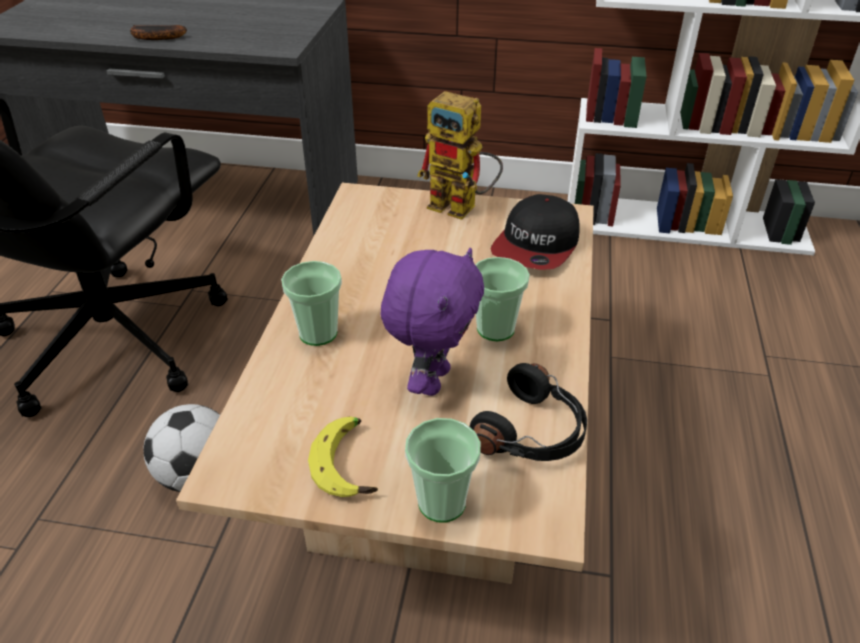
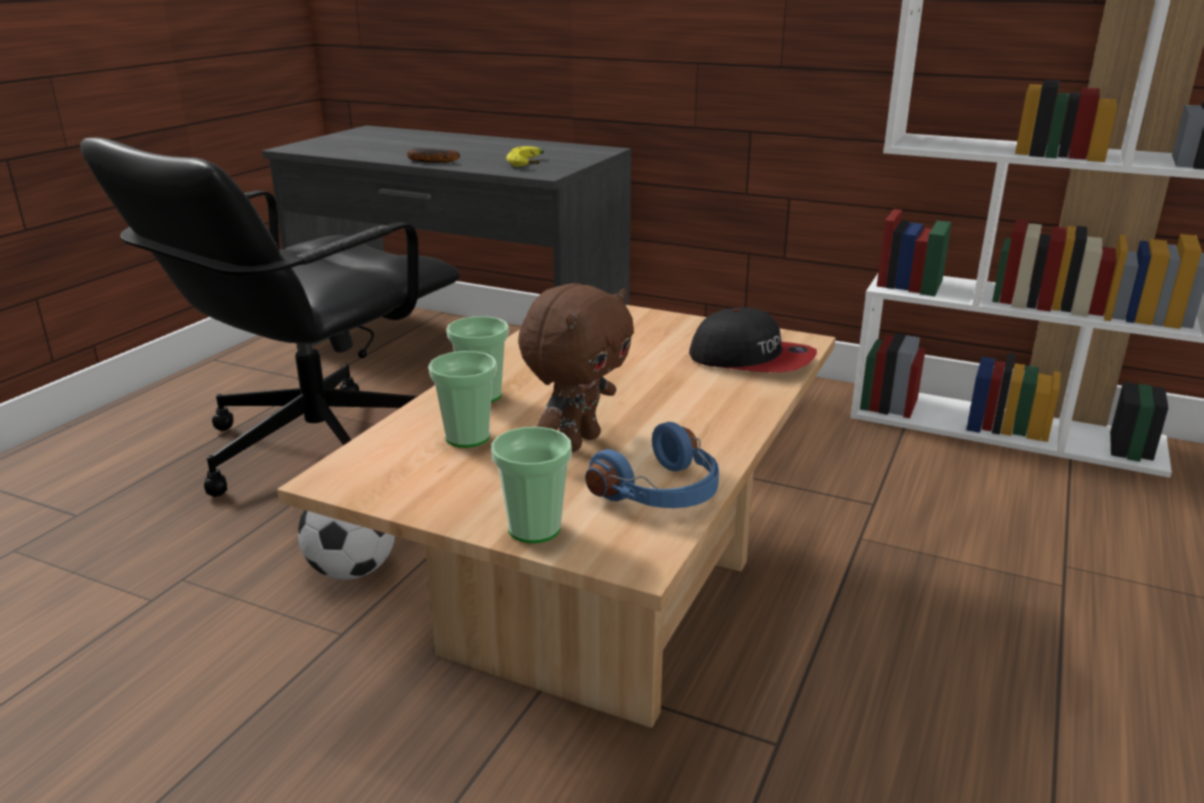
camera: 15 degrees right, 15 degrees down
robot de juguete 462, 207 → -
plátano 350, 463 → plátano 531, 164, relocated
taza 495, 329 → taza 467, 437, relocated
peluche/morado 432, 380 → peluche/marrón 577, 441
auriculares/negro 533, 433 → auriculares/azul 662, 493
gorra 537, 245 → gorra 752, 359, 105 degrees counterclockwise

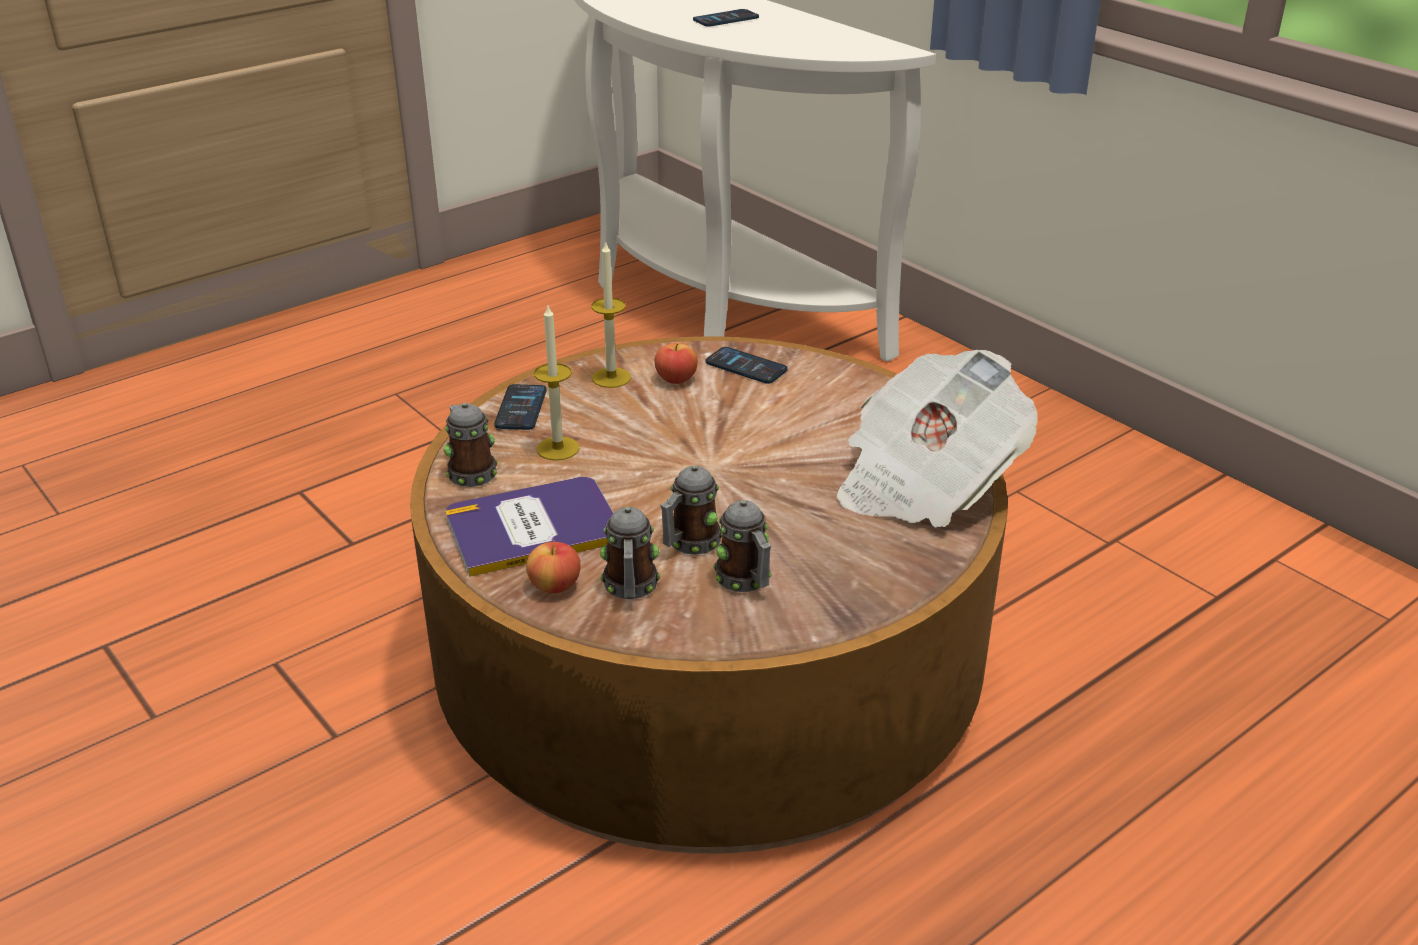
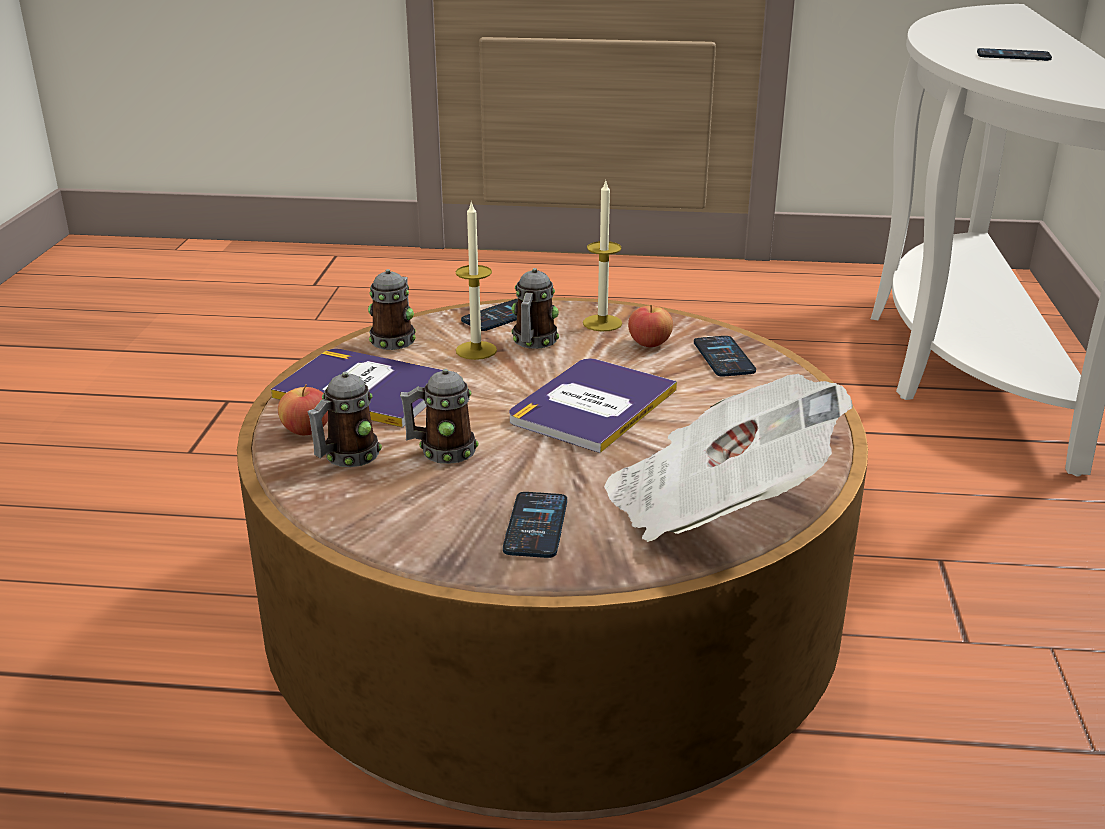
camera: 45 degrees right, 5 degrees down
- → móvil 536, 526
- → libro 592, 406
taza grande 746, 581 → taza grande 533, 343, relocated

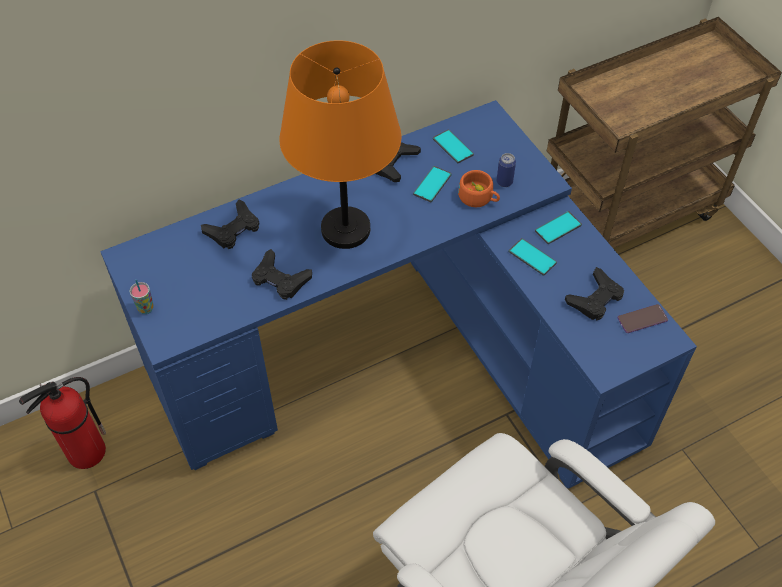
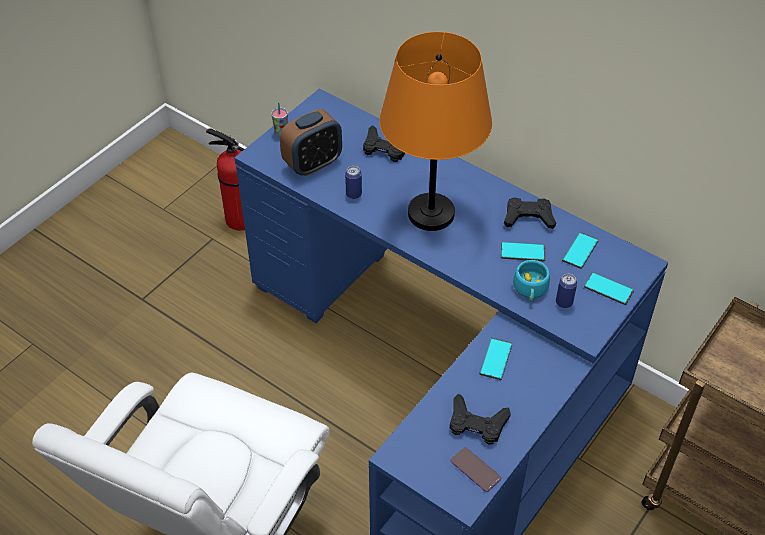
camera: 65 degrees right, 5 degrees down
- → despertador 313, 164
móvil 558, 228 → móvil 608, 289, relocated
mando de consola/negro 280, 279 → lata 353, 194
taza/naranja 479, 198 → taza/turquesa 530, 290

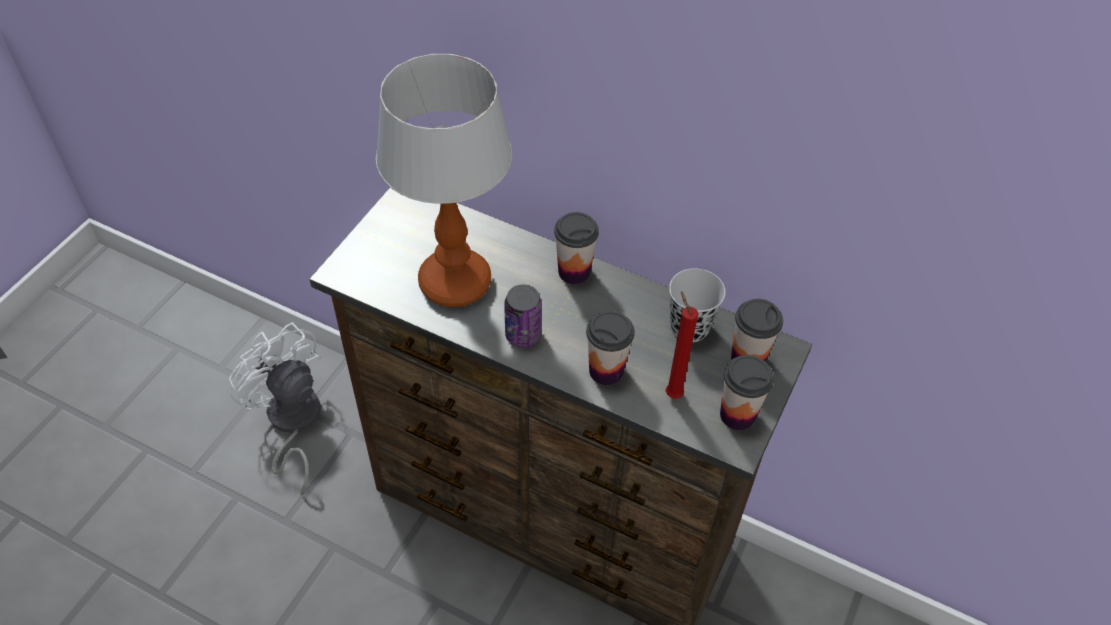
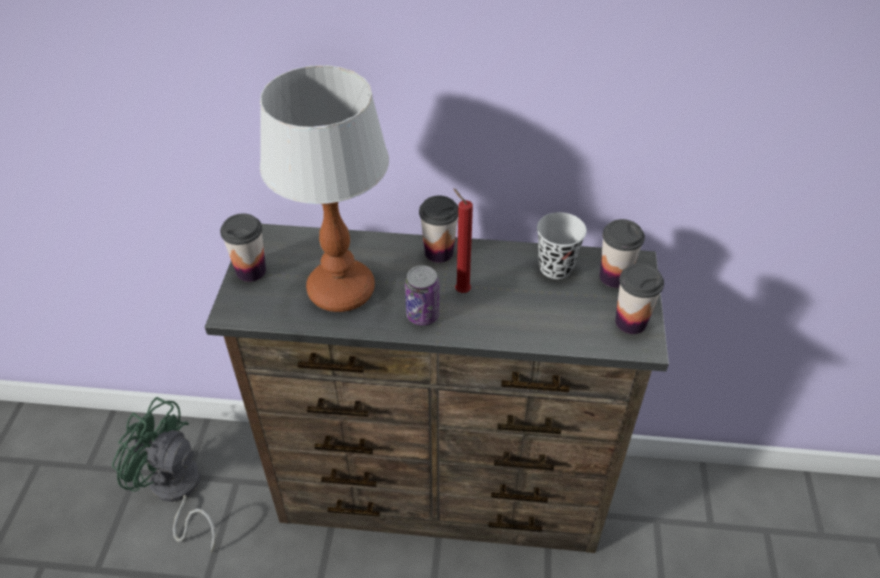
camera: 20 degrees left, 5 degrees down
taza 606, 371 → taza 251, 271, relocated
vela/rojo 672, 393 → vela/rojo 460, 290, relocated
ventilador/blanco 291, 423 → ventilador/verde 177, 492

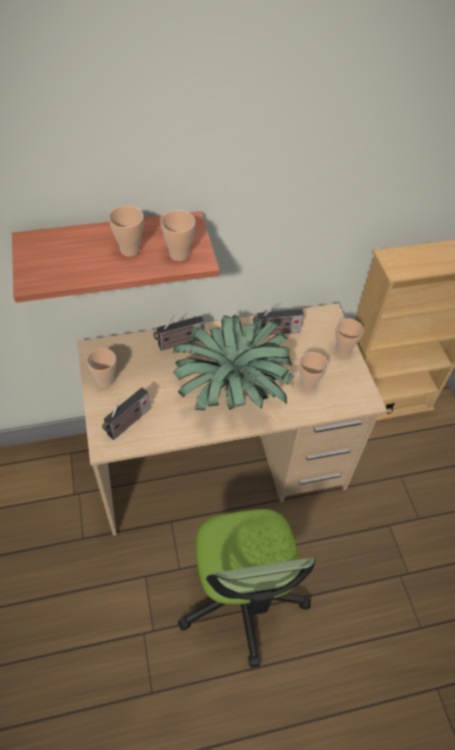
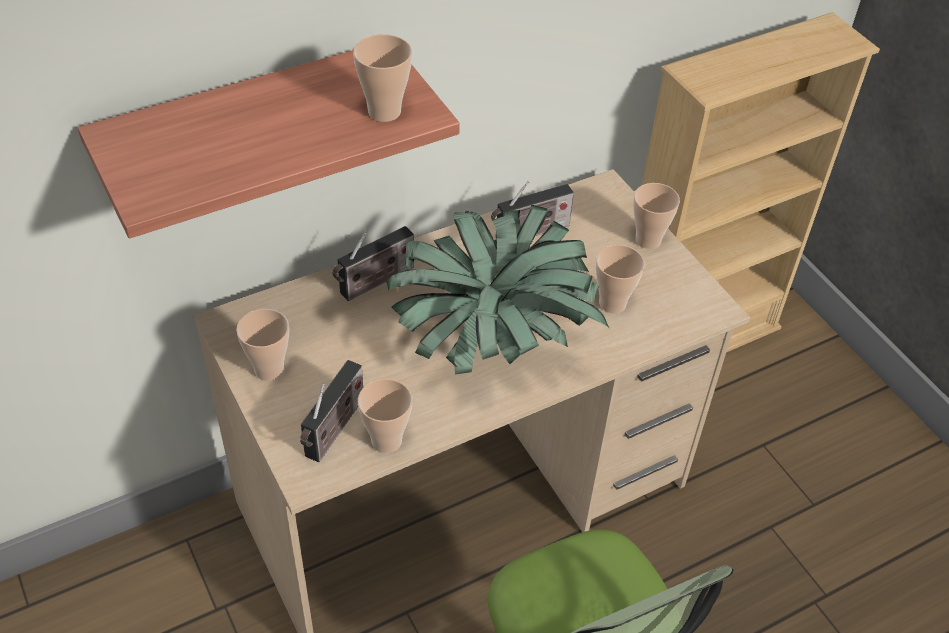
camera: 15 degrees left, 5 degrees down
taza 130, 250 → taza 386, 441, relocated

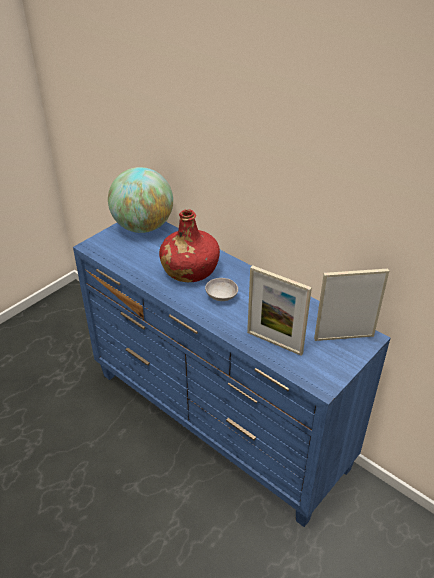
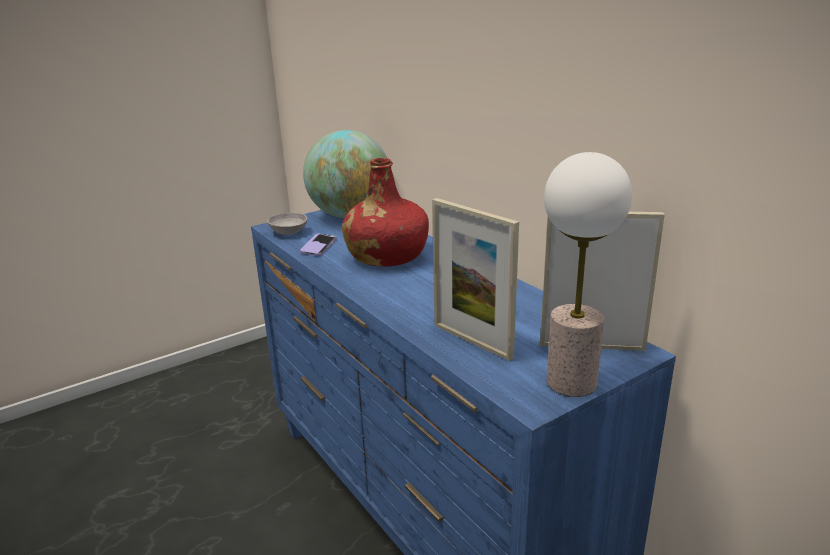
camera: 15 degrees right, 15 degrees down
- → móvil 319, 246
- → lámpara de mesa 570, 382
cuenco/gris 221, 296 → cuenco/gris 288, 232, relocated

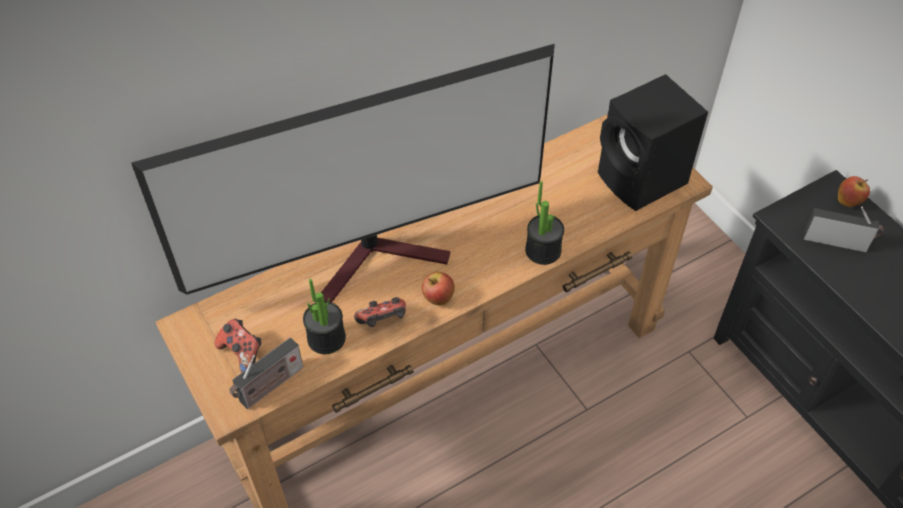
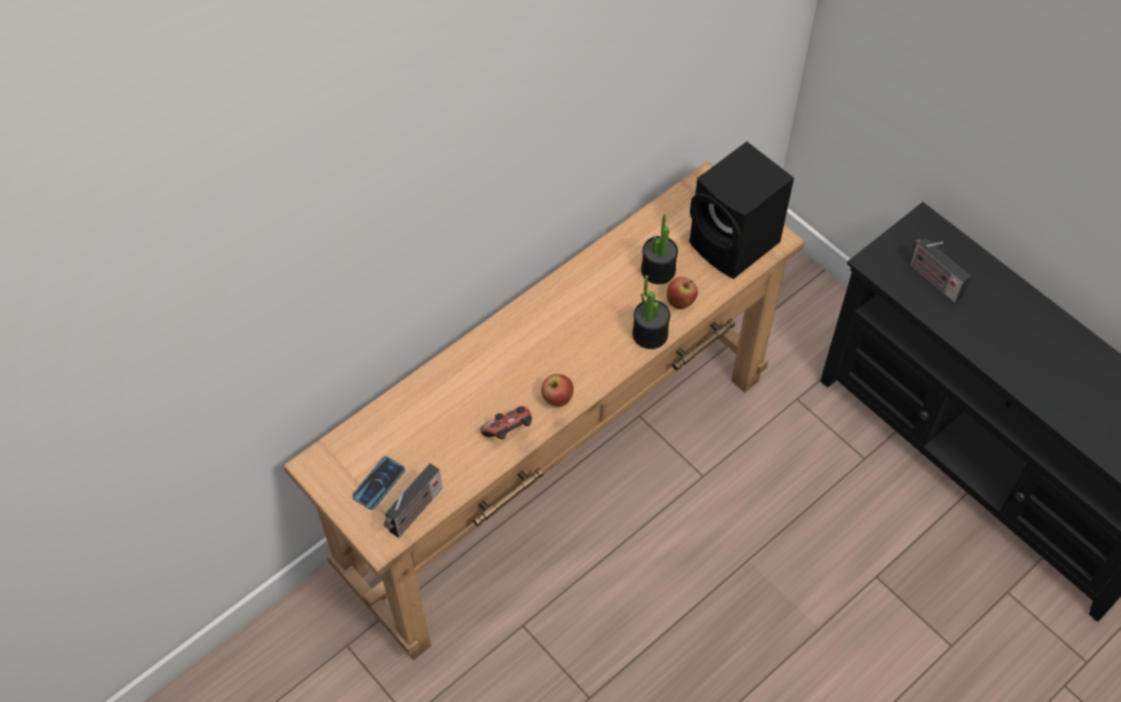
camera: 10 degrees left, 5 degrees up
televisor 381, 259 → -
planta en maceta 326, 338 → planta en maceta 658, 270, relocated
manzana 848, 201 → manzana 681, 302, relocated
mando de consola 242, 353 → móvil 379, 483
radio 838, 241 → radio 932, 279, 135 degrees counterclockwise

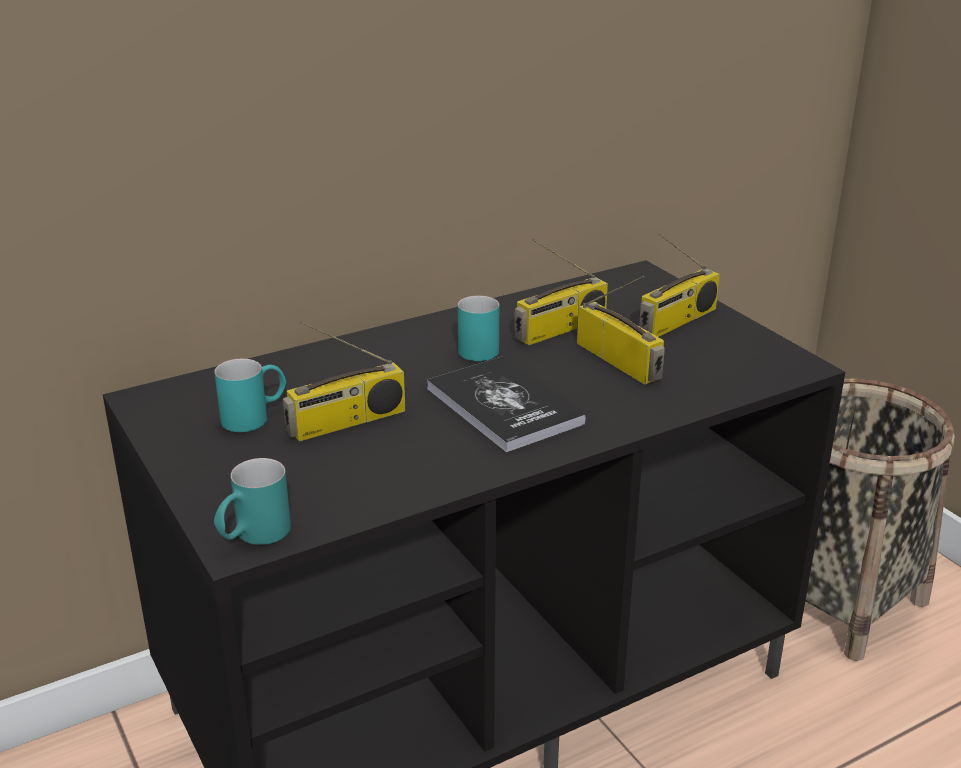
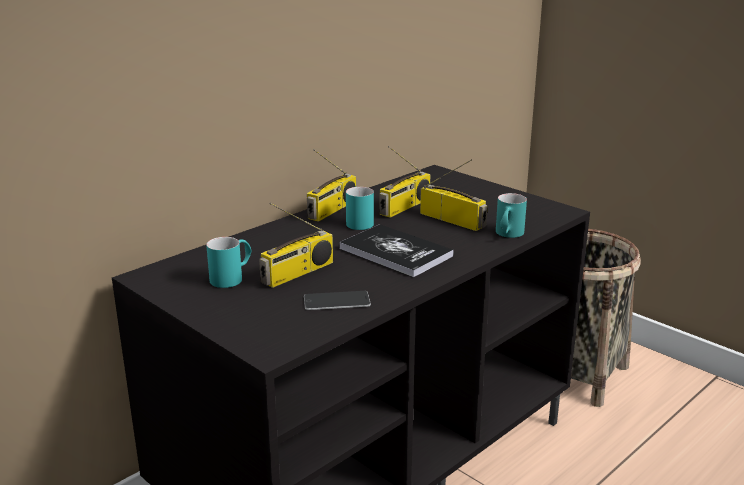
camera: 15 degrees left, 5 degrees down
- → móvil 336, 301
taza grande/turquesa 253, 536 → taza grande/turquesa 508, 235, relocated
radio 677, 321 → radio 332, 210, relocated

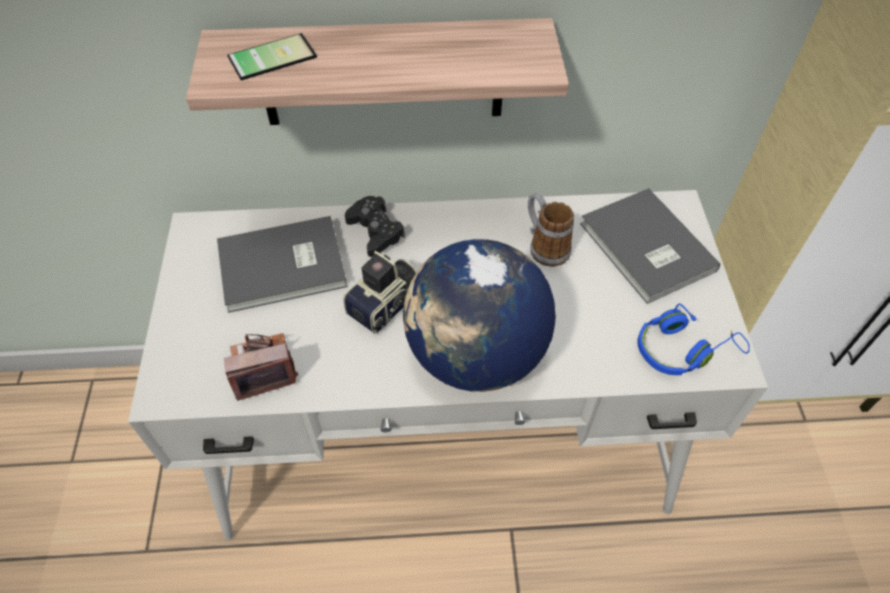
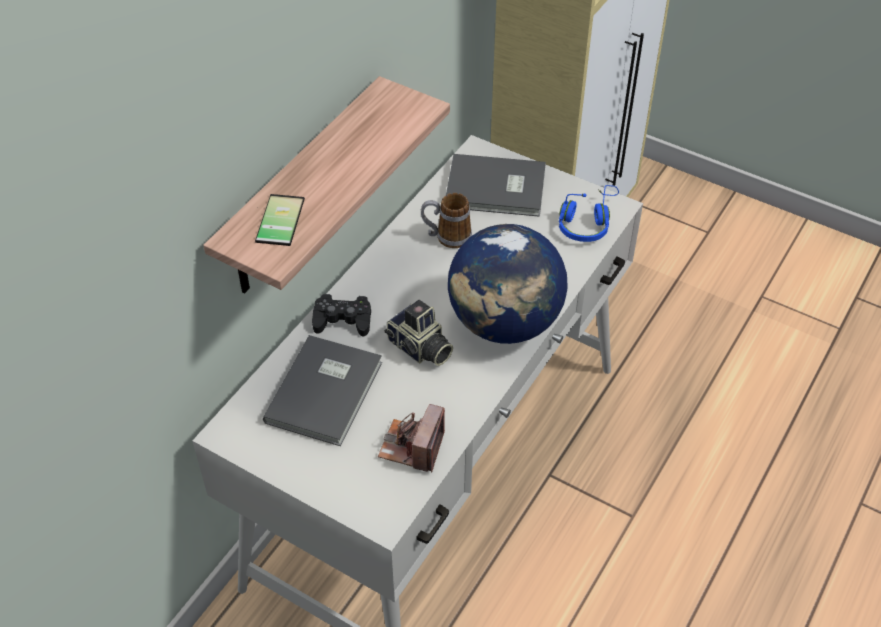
camera: 55 degrees left, 5 degrees down
cámara 386, 305 → cámara 419, 349, 150 degrees clockwise

